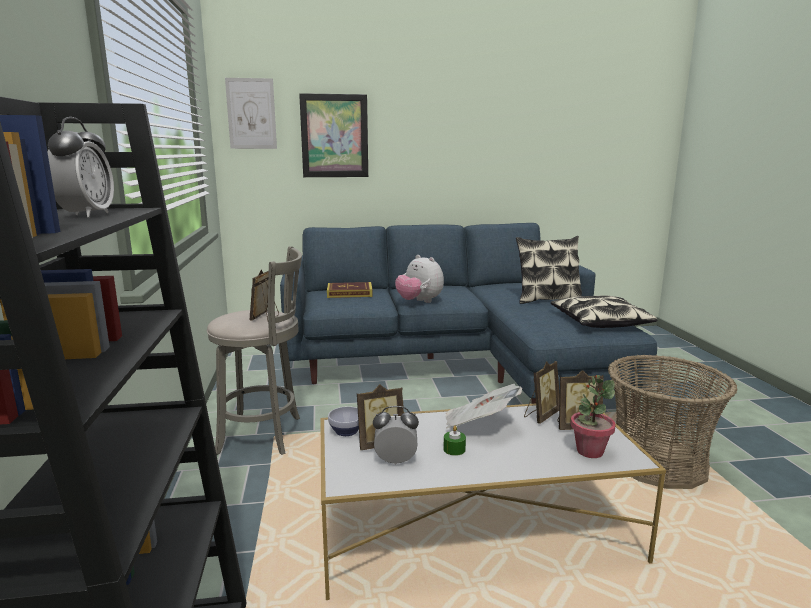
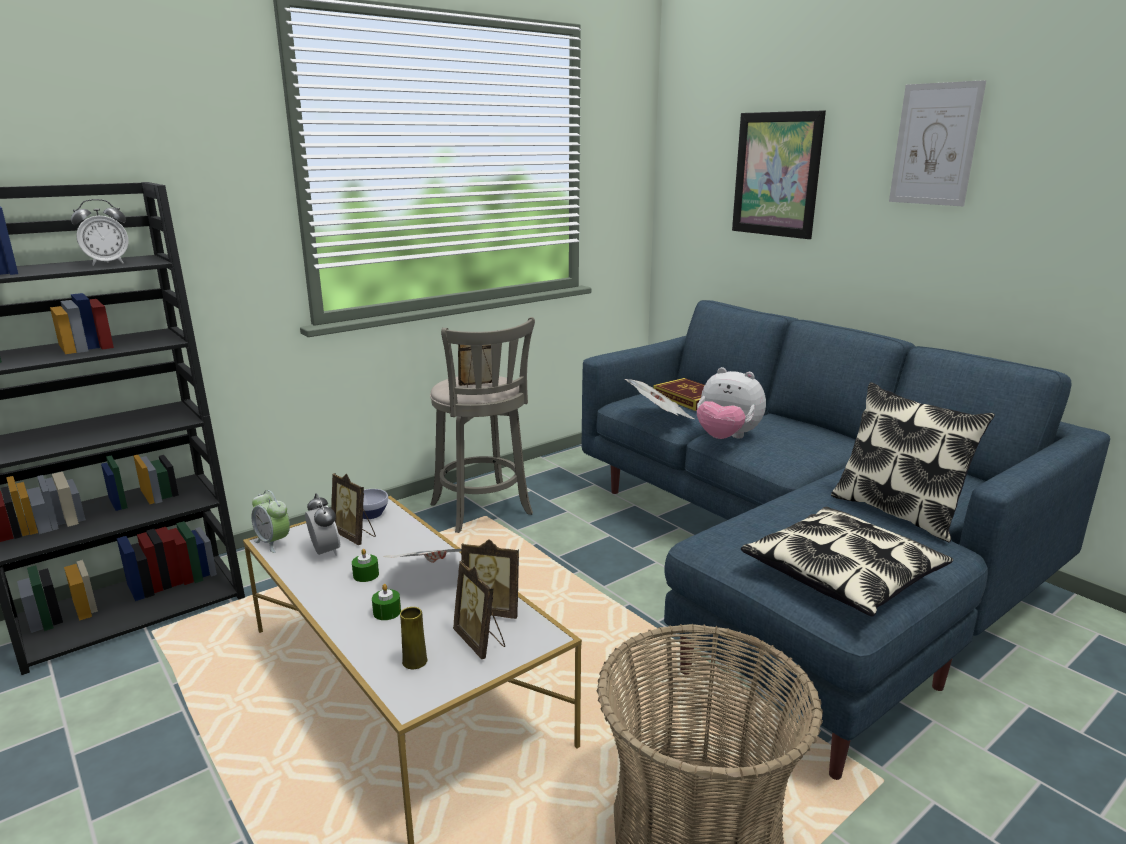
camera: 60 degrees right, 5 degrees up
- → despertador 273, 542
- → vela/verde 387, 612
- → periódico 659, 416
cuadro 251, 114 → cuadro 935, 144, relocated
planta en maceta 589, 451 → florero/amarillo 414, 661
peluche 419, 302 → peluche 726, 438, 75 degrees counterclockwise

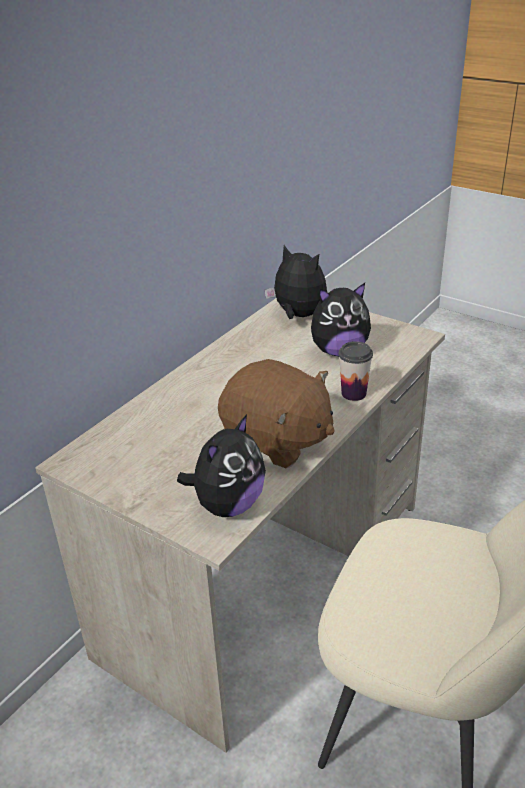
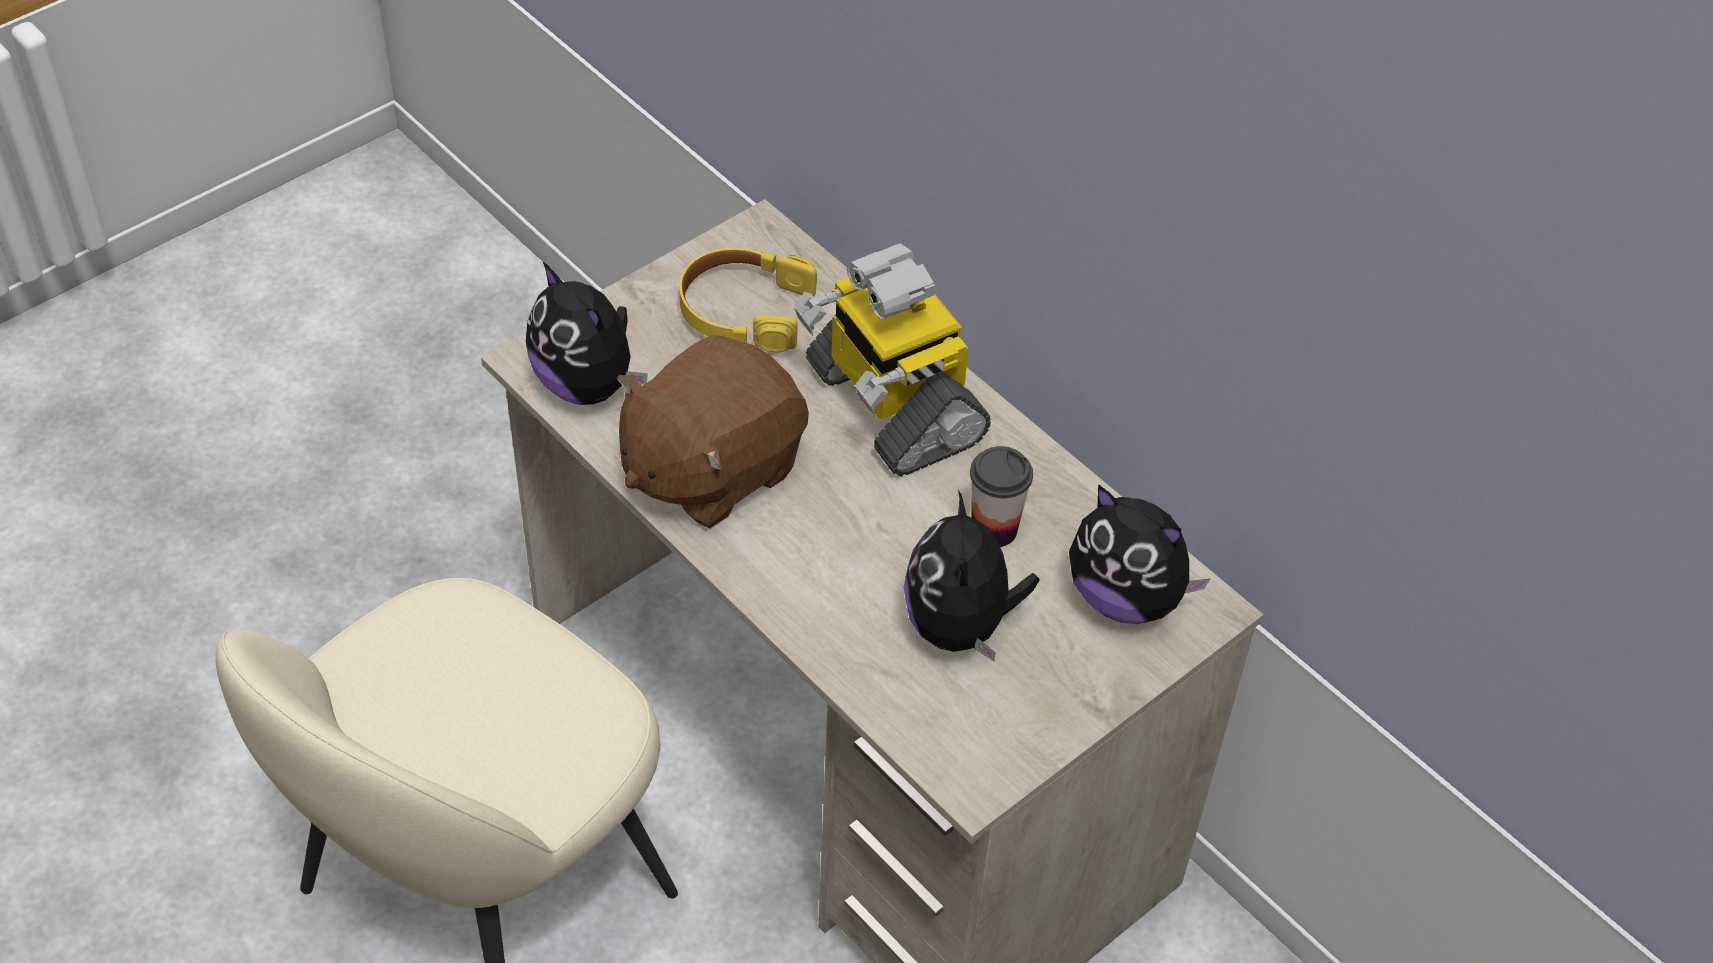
camera: 100 degrees right, 15 degrees up
- → auriculares/amarillo 744, 310
- → robot de juguete 891, 404
taza 353, 393 → taza 994, 529, relocated
peluche 298, 316 → peluche 1125, 598, 75 degrees clockwise

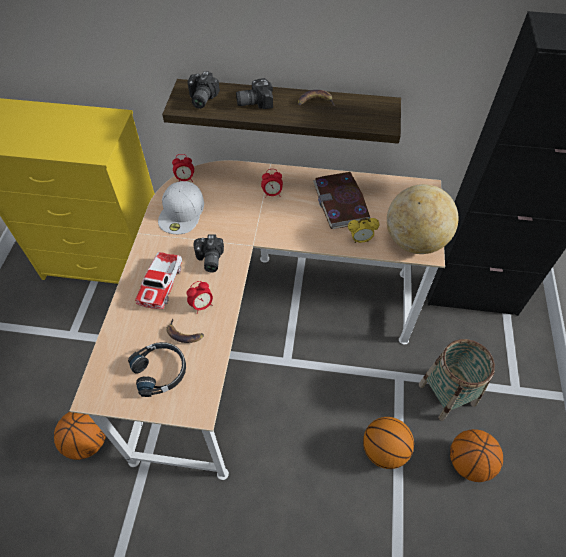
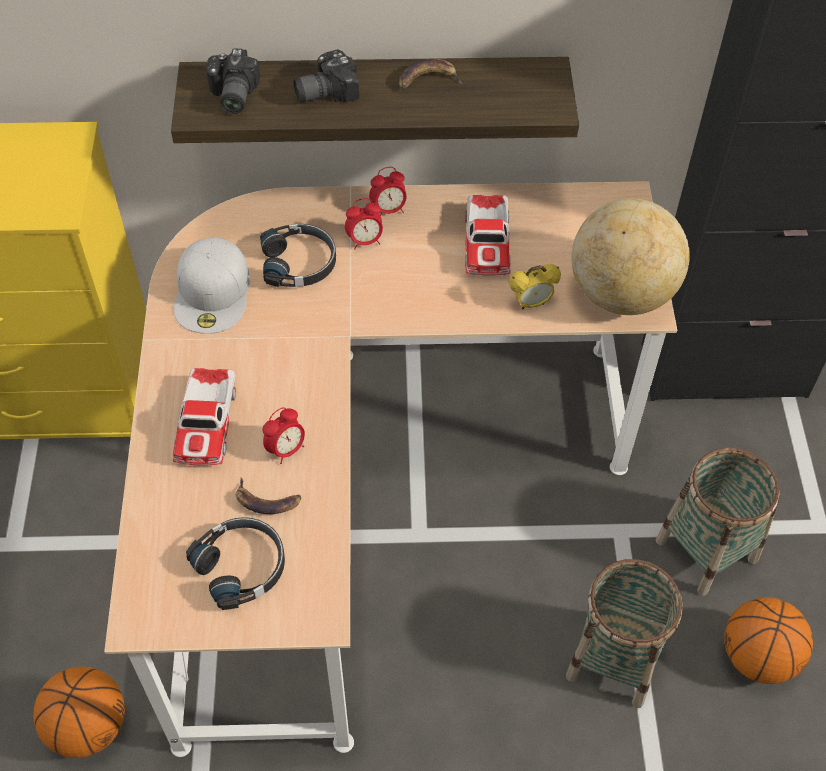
camera: 10 degrees left, 0 degrees up
cámara 209, 260 → -
- → auriculares/negro 299, 263
despertador 185, 179 → despertador 388, 210, relocated
libro 341, 202 → coche de juguete 487, 242
balón de baloncesto 384, 450 → cesta 614, 659

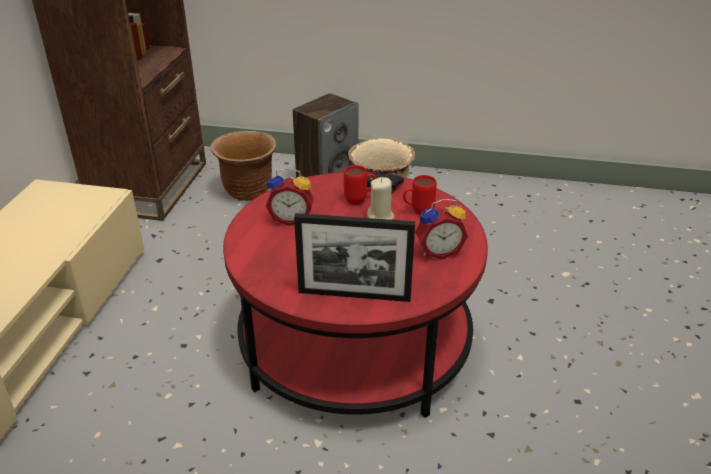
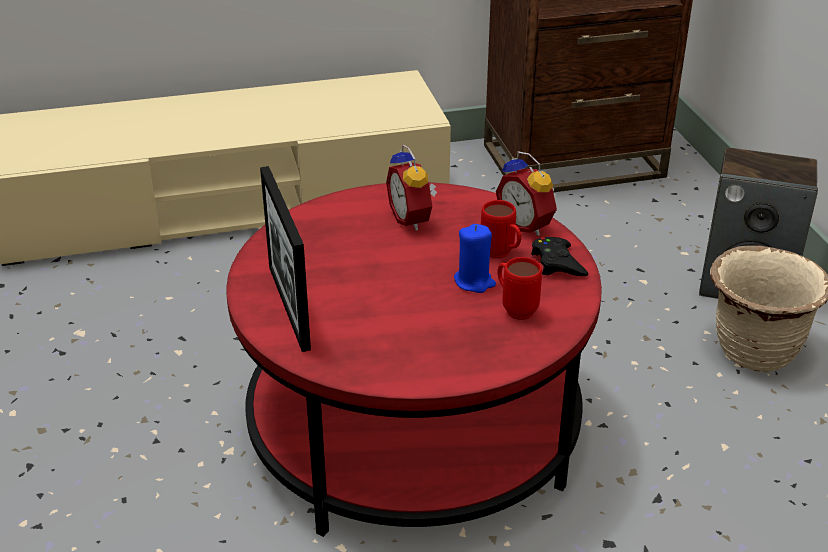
camera: 65 degrees right, 0 degrees up
maceta/marrón 247, 191 → -
despertador 438, 251 → despertador 527, 225, relocated
vela/beis 380, 217 → vela/azul 474, 282

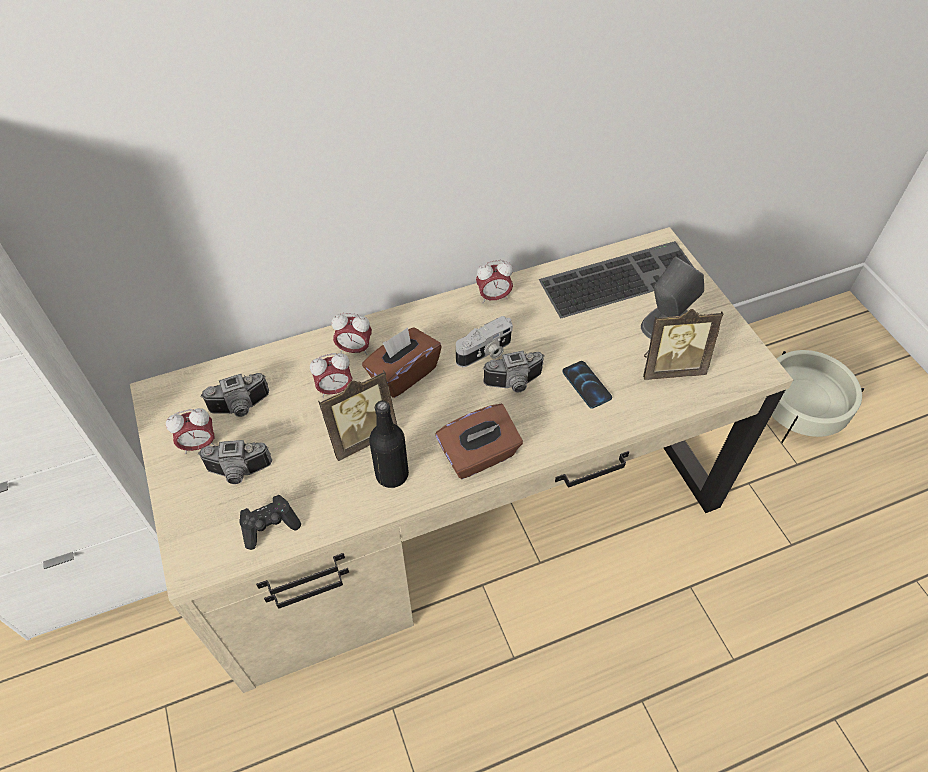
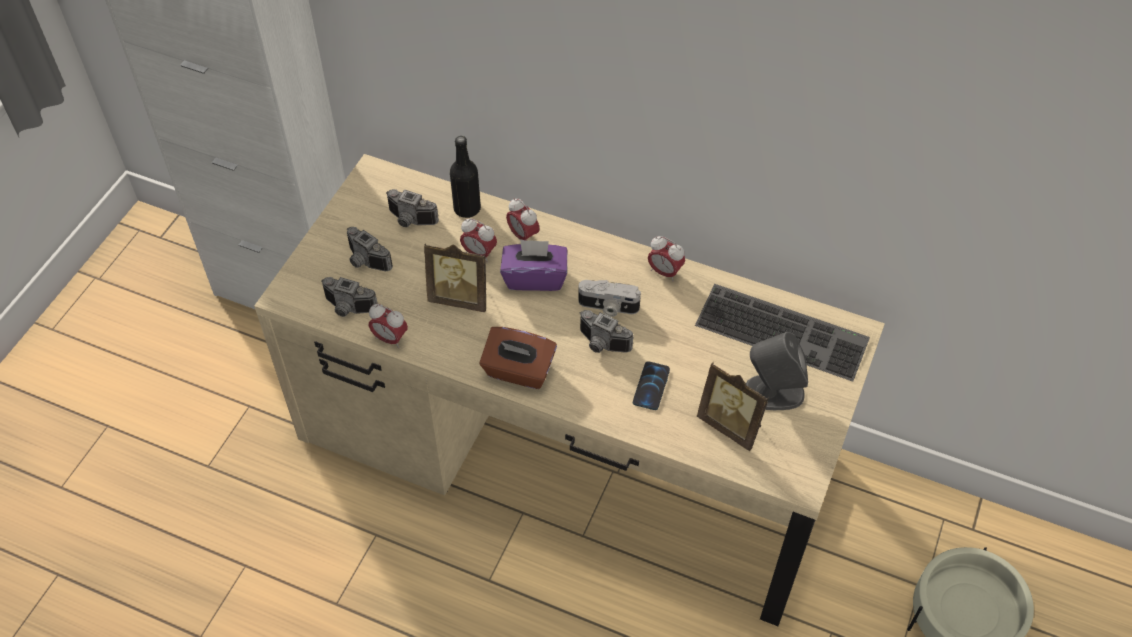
camera: 45 degrees right, 0 degrees up
despertador 199, 444 → despertador 390, 339, relocated
botella/negro 392, 474 → botella/negro 467, 209, relocated
mando de consola/negro 270, 526 → cámara 348, 309
caja de pañuelos/marrón 403, 373 → caja de pañuelos/morado 534, 277

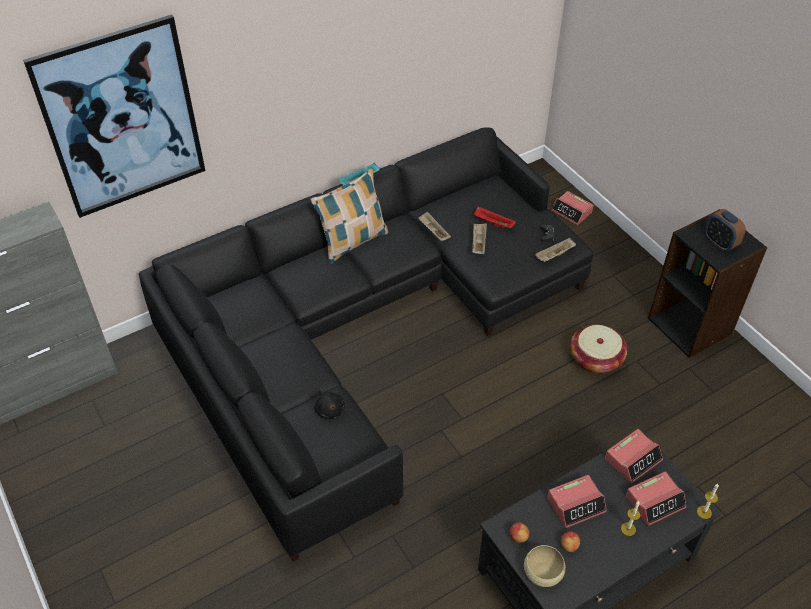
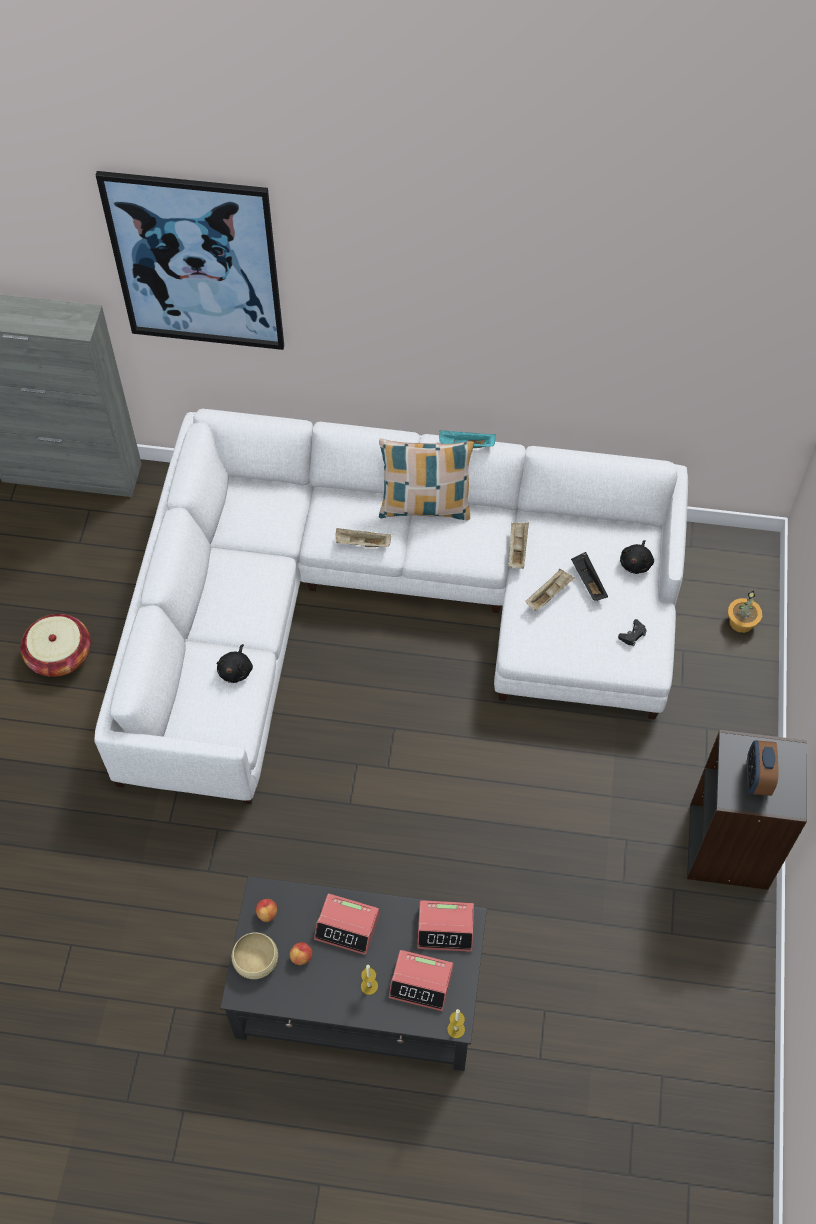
camera: 40 degrees right, 10 degrees up
- → peluche/negro 636, 563
bandeja/beis 554, 256 → bandeja/beis 362, 544, relocated
cesta 596, 358 → cesta 60, 655, relocated
despertador 572, 212 → planta en maceta 742, 622
sofá/negro 363, 328 → sofá/blanco 386, 605
bandeja/rojo 493, 223 → bandeja/negro 587, 582

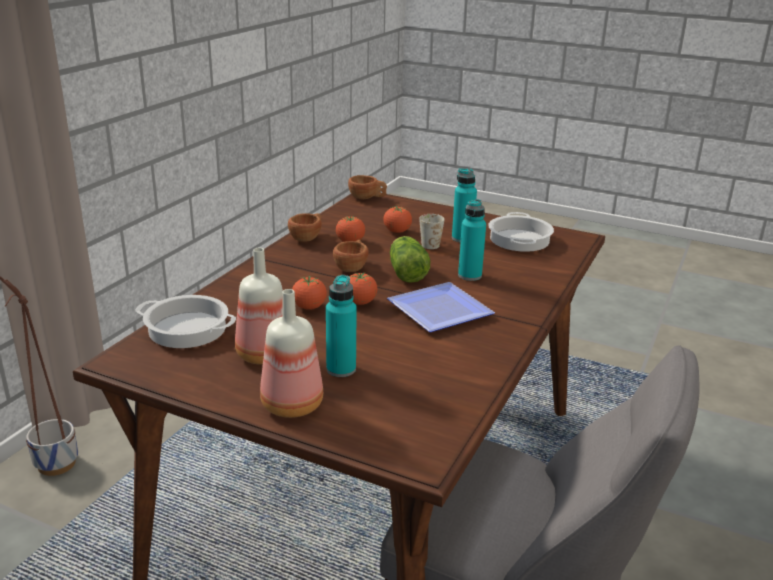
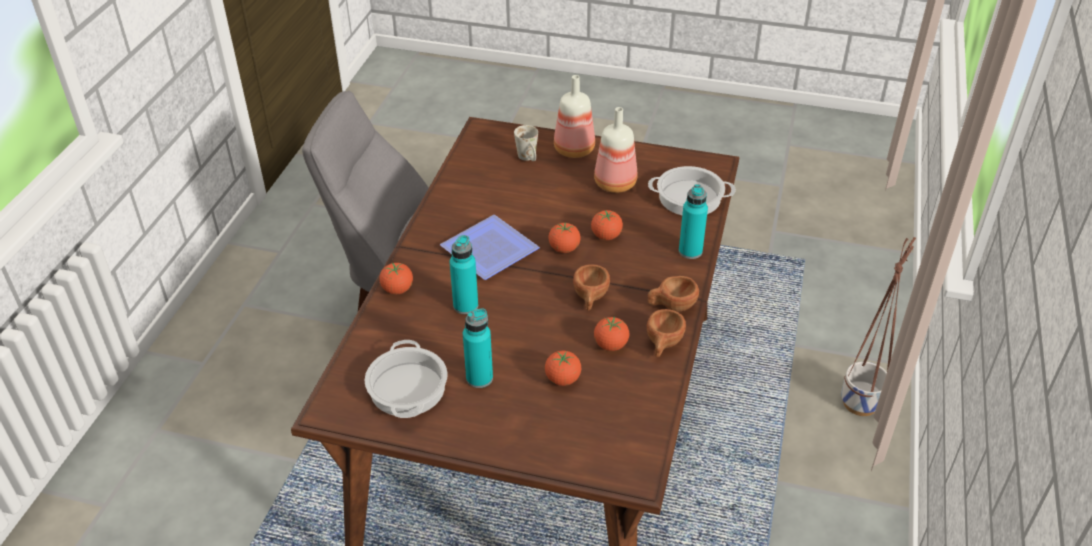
camera: 170 degrees right, 15 degrees up
lechuga 406, 272 → -
- → tomate 397, 289
botella/turquesa 341, 369 → botella/turquesa 690, 251, relocated
taza/marrón 367, 198 → taza/marrón 671, 306, relocated
taza grande/blanco 428, 243 → taza grande/blanco 529, 158, relocated

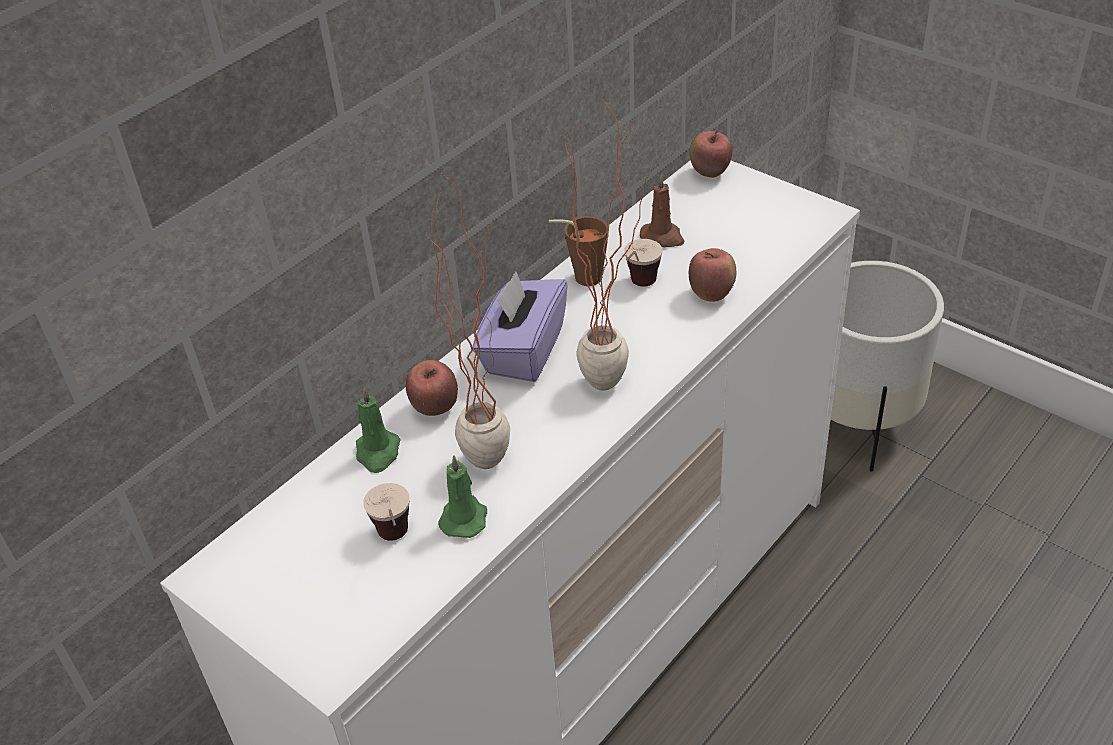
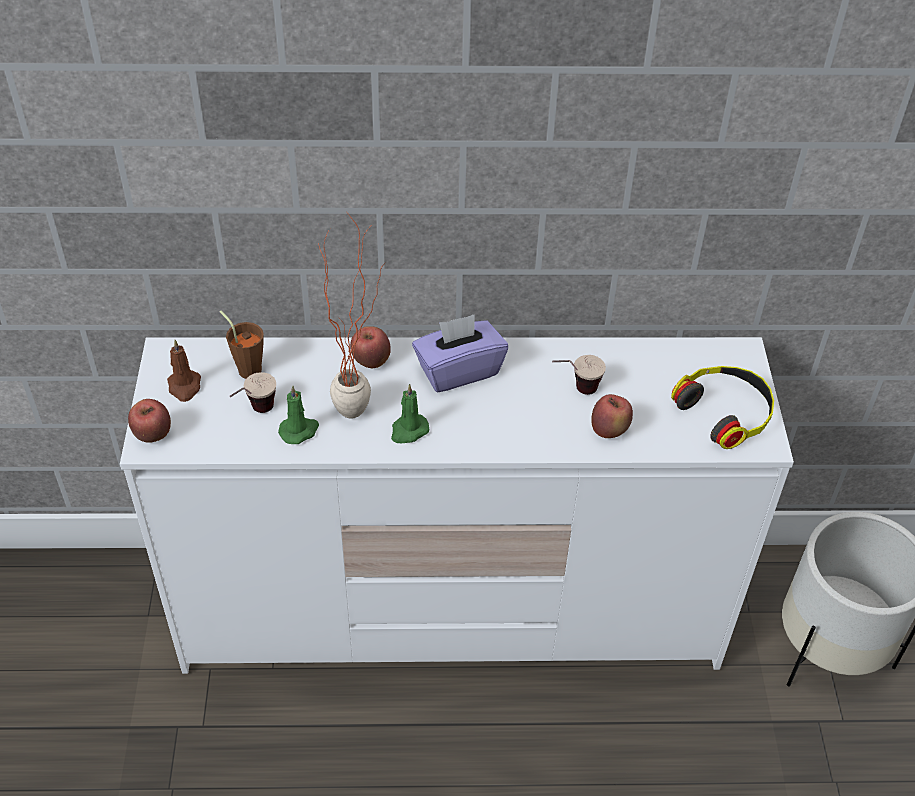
camera: 45 degrees right, 5 degrees up
planta en maceta 618, 377 → -
- → auriculares 725, 411
vela/verde 378, 453 → vela/verde 408, 431, relocated
taza/marrón 582, 277 → taza/marrón 247, 367, relocated
vela/marrón 663, 237 → vela/marrón 184, 387, relocated
manzana 709, 173 → manzana 153, 435, relocated

